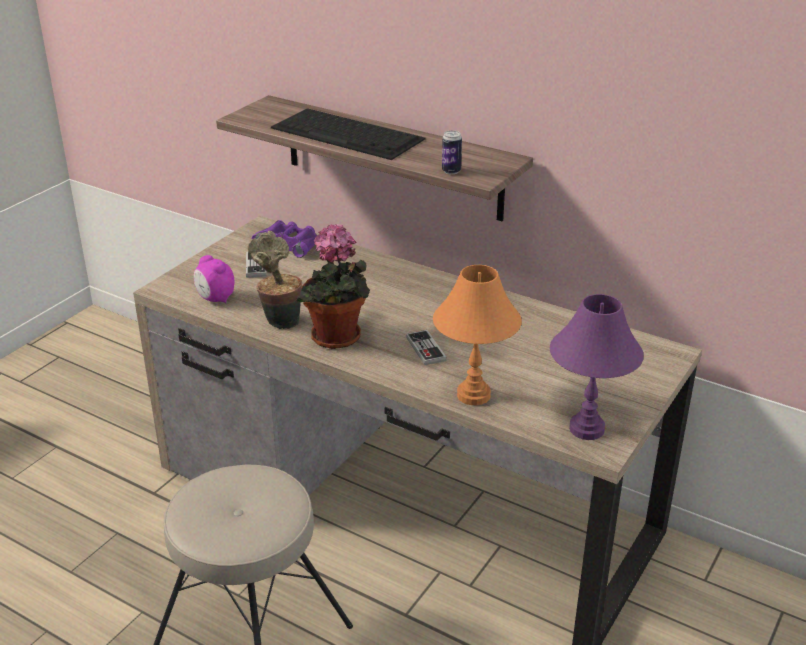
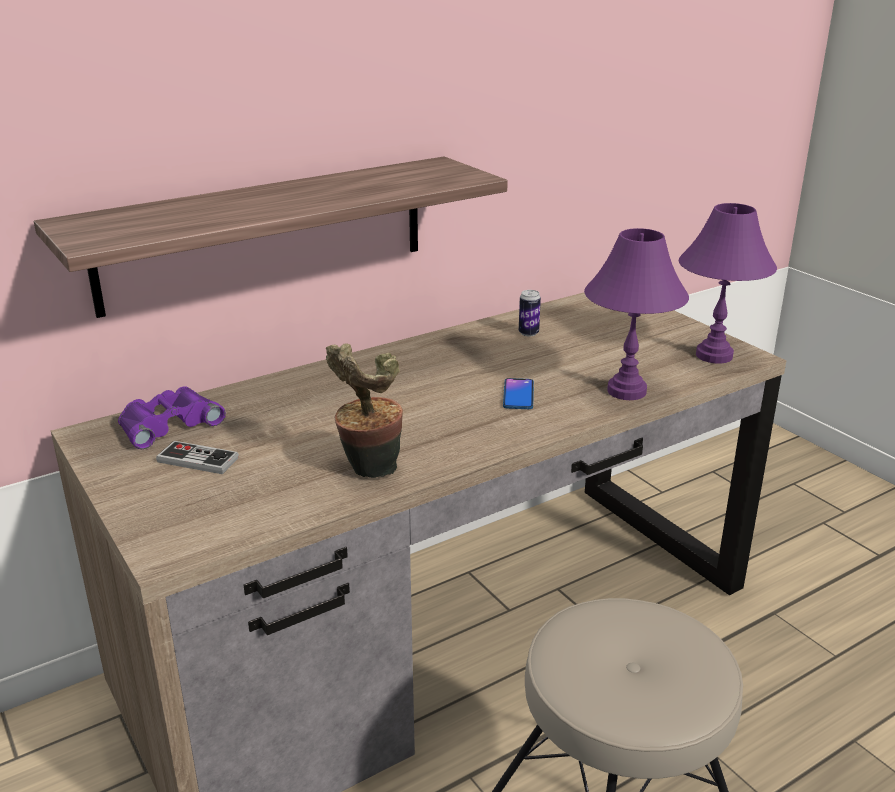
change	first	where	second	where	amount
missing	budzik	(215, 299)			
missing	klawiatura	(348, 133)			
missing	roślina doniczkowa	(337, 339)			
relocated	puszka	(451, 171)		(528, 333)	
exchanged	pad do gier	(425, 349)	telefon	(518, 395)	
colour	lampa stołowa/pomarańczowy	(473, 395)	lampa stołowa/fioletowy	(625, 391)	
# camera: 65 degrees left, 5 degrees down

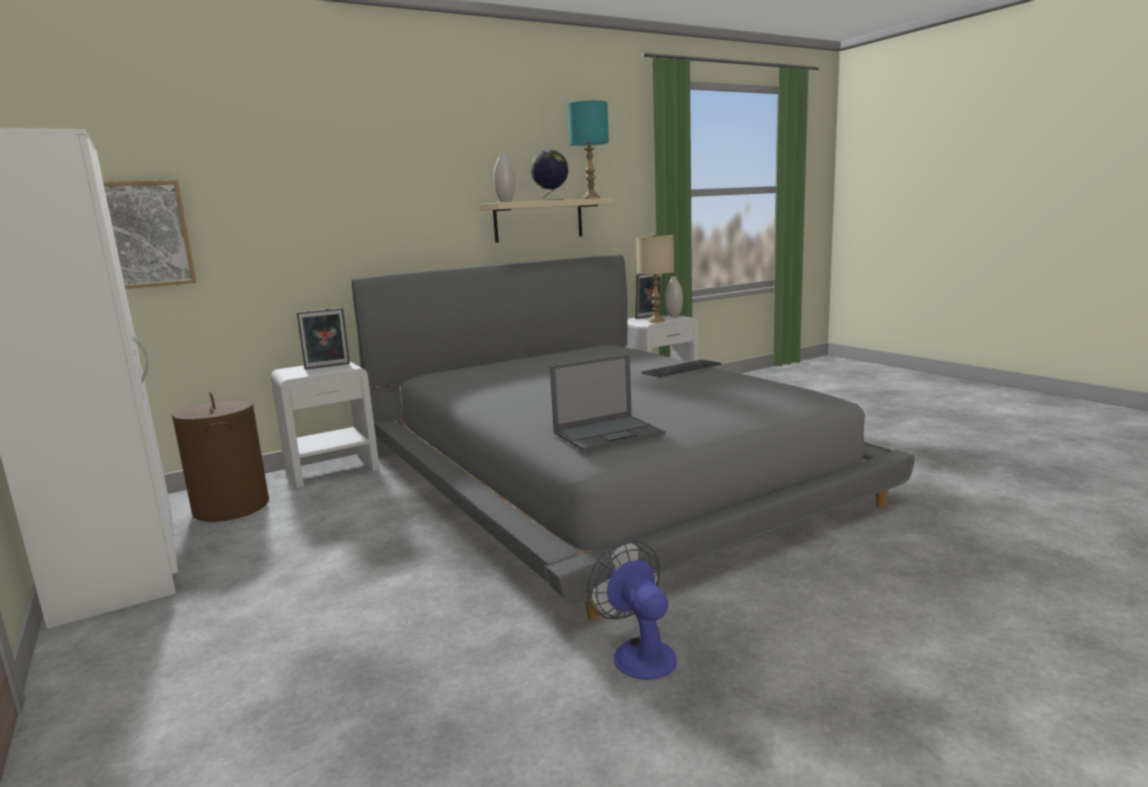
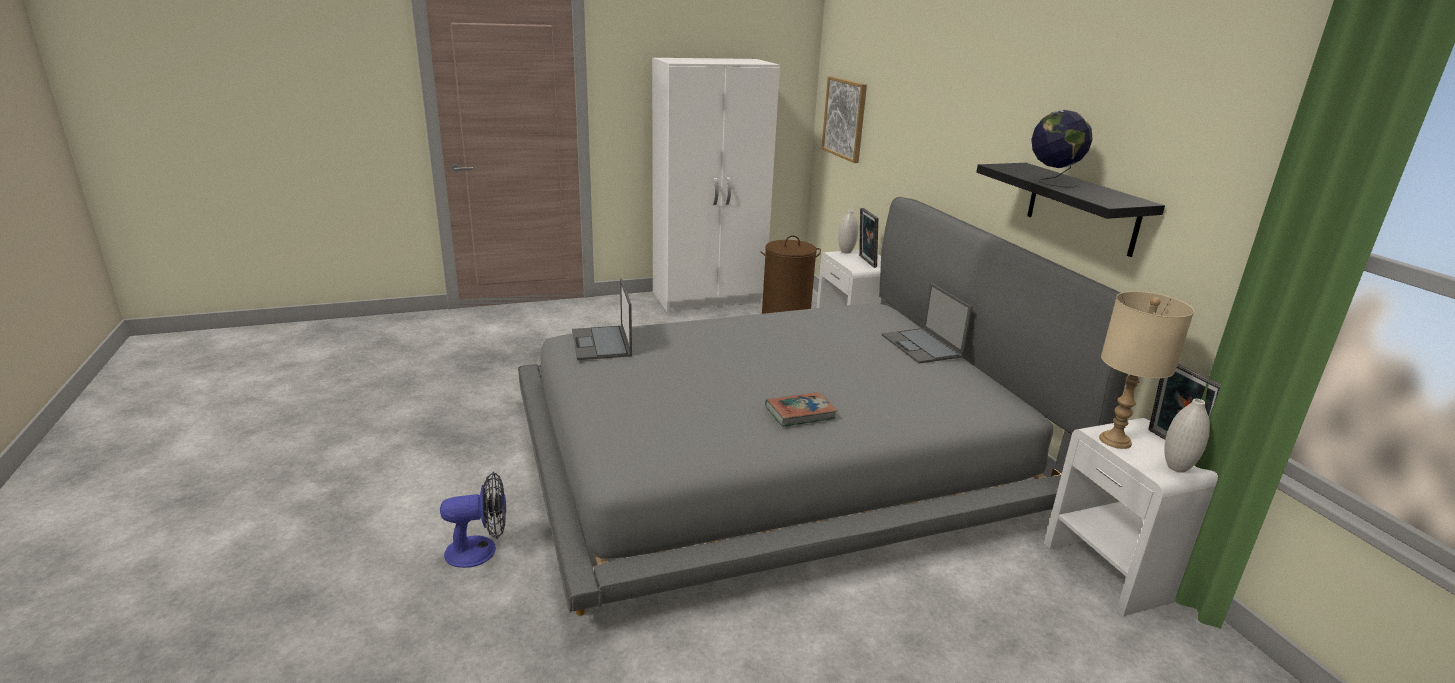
change	first	where	second	where	amount
missing	lampa stołowa/turkusowy	(591, 198)			
appeared			laptop	(922, 346)	
relocated	wazon/biały	(505, 202)		(846, 252)	
relocated	wentylator	(638, 652)		(480, 550)	
exchanged	klawiatura	(681, 369)	książka	(800, 413)	
colour	półka/beżowy	(538, 220)	półka/czarny	(1082, 208)	
# camera: 100 degrees right, 10 degrees up

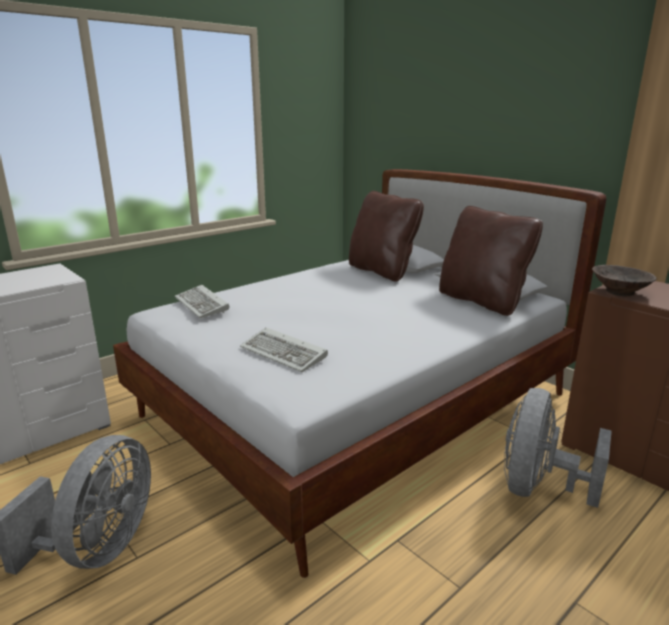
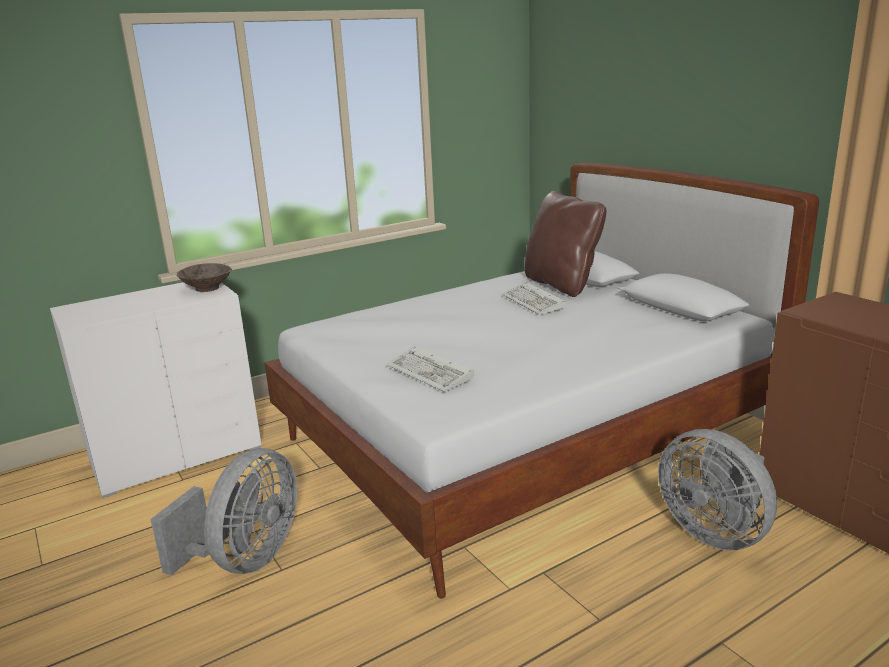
change	first	where	second	where	amount
missing	poduszka/brązowy	(482, 301)			
relocated	klawiatura	(203, 305)		(535, 303)	
relocated	miska/brązowy	(619, 292)		(206, 288)	
spun	wentylator/szary	(538, 487)		(714, 531)	75 degrees counterclockwise
# camera: 10 degrees right, 0 degrees up

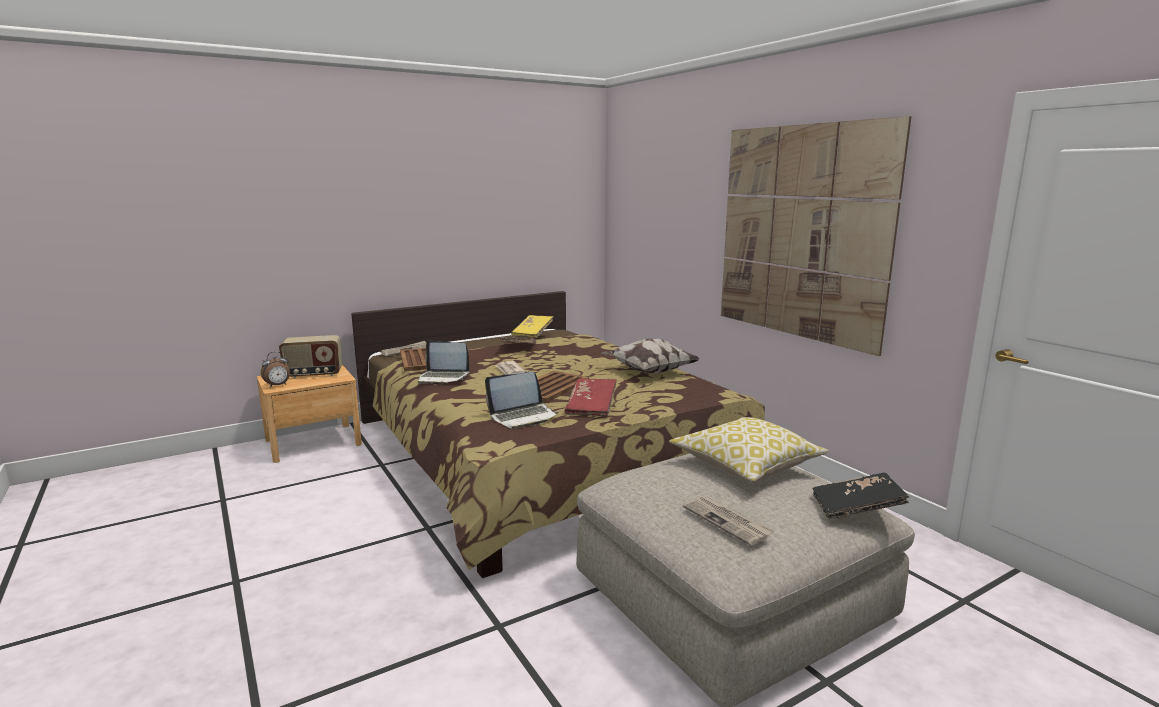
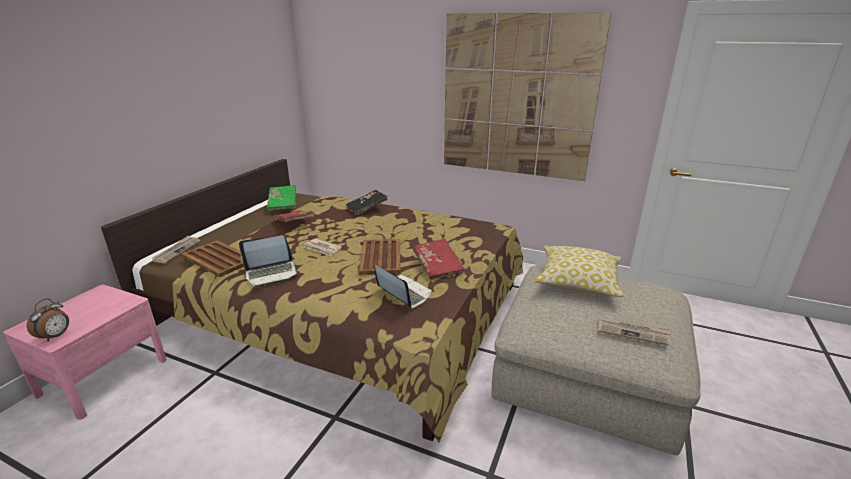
change	first	where	second	where	amount
missing	radio	(314, 374)			
missing	poduszka	(648, 372)			
relocated	książka/czarny	(856, 508)		(367, 208)	
colour	szafka nocna/brązowy	(313, 442)	szafka nocna/różowy	(104, 377)	
colour	książka/żółty	(533, 333)	książka/zielony	(283, 204)	
spun	laptop	(523, 417)		(403, 293)	75 degrees counterclockwise
# camera: 35 degrees left, 10 degrees up

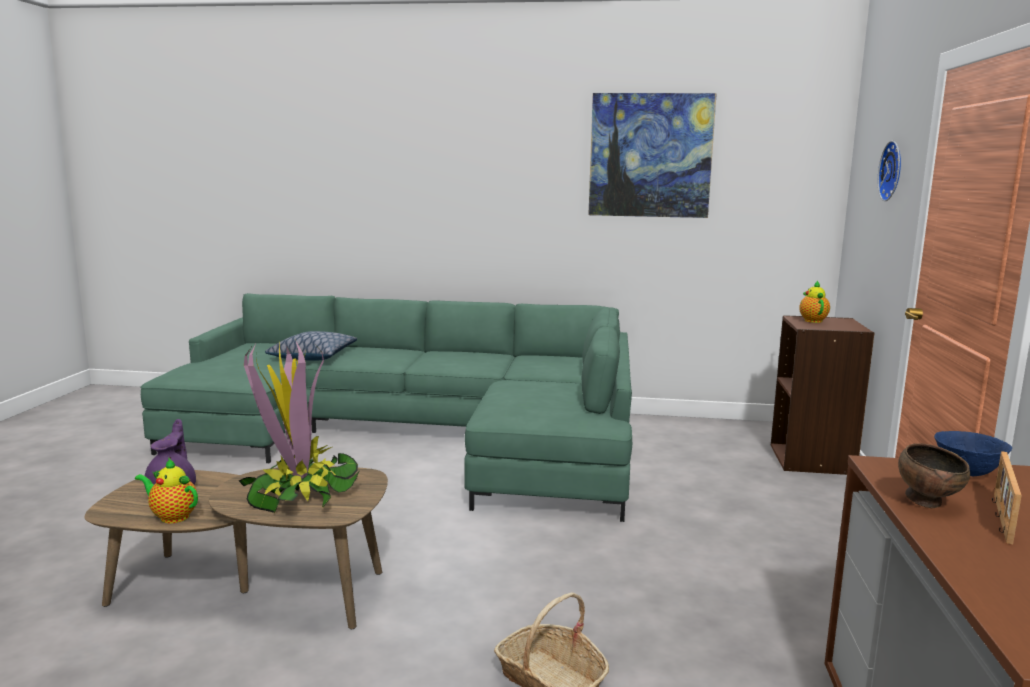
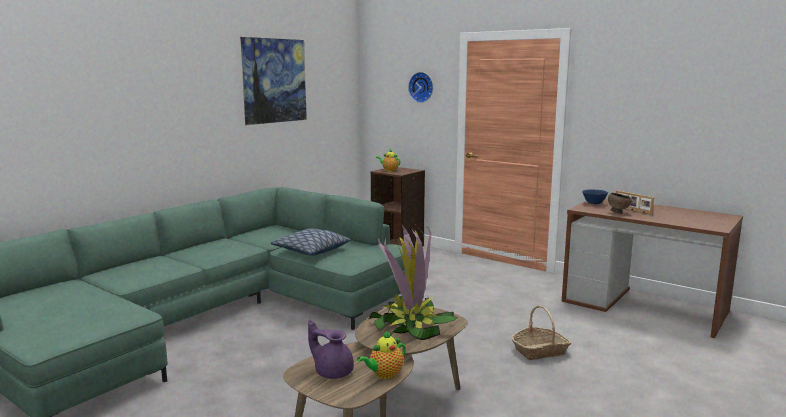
change	first	where	second	where	amount
relocated	poduszka	(312, 356)		(311, 250)	
# camera: 60 degrees left, 0 degrees up

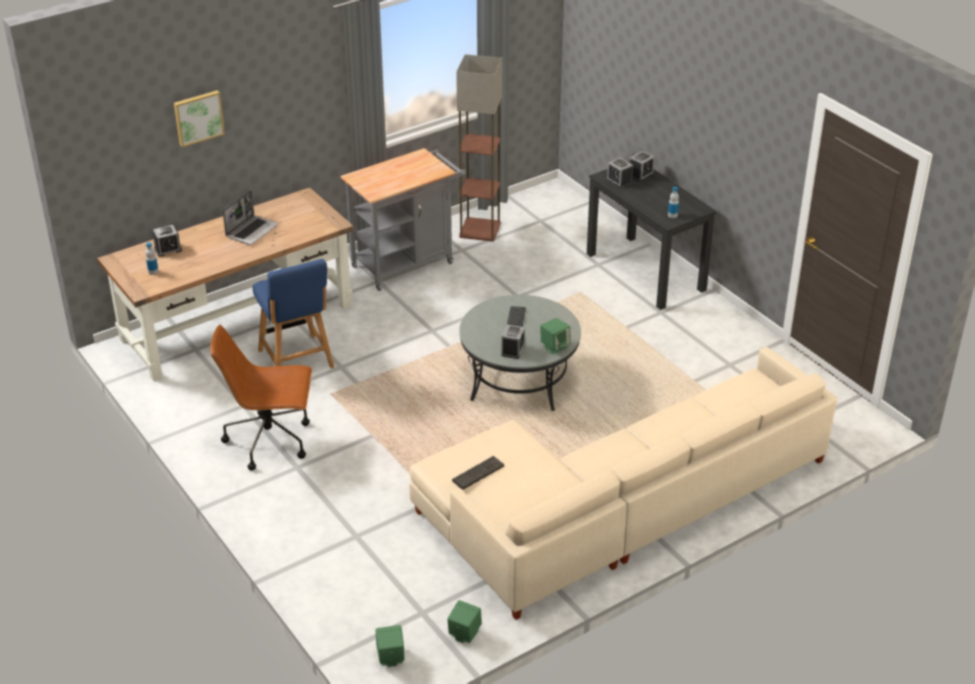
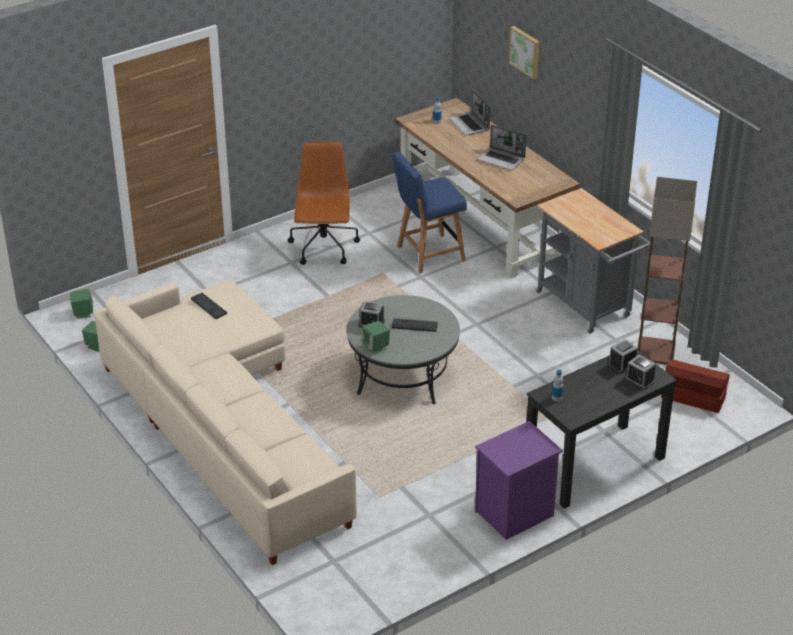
change	first	where	second	where	amount
appeared			szafka nocna/fioletowy	(514, 514)	
appeared			pojemnik do przechowywania/brązowy	(692, 396)	
exchanged	budzik	(168, 249)	laptop	(469, 125)	
# camera: 90 degrees right, 0 degrees up

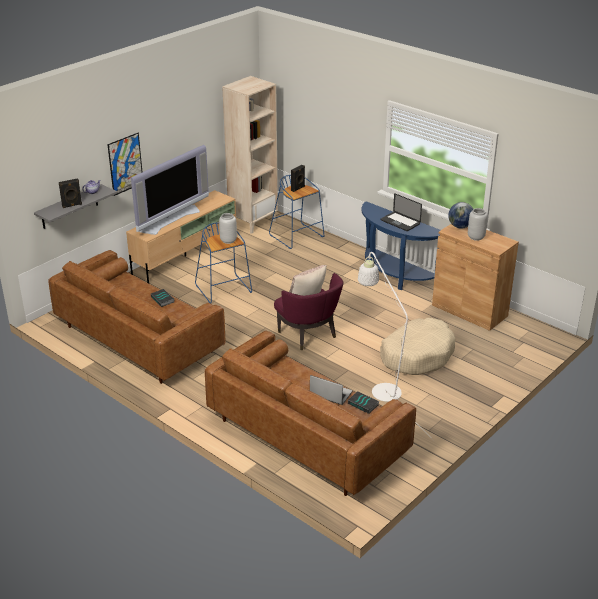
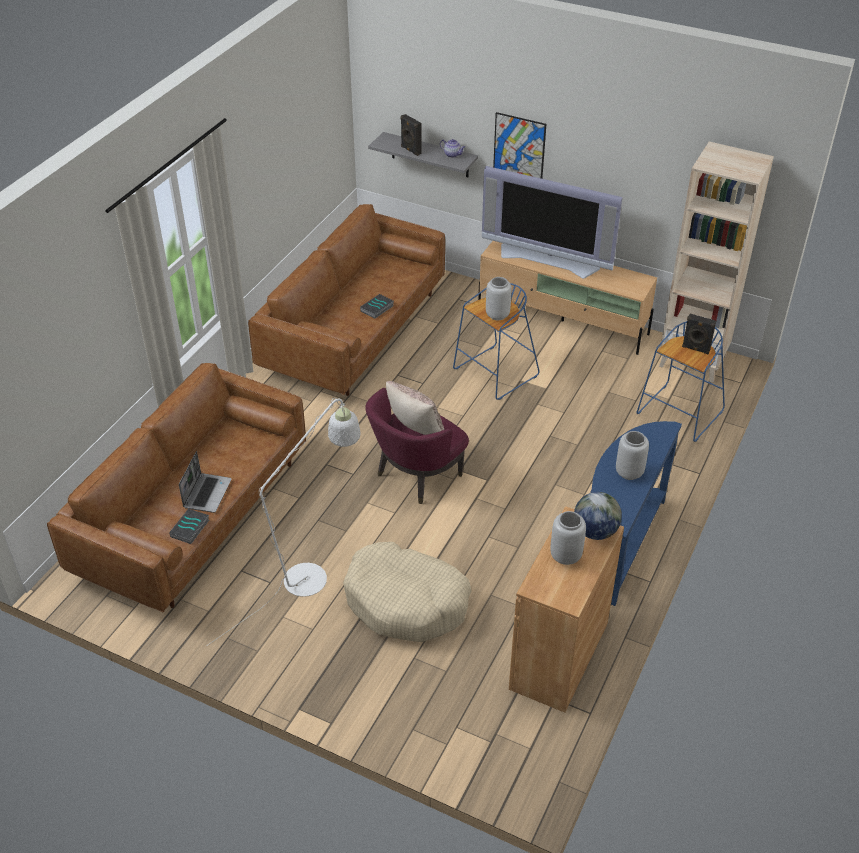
change	first	where	second	where	amount
exchanged	laptop	(400, 222)	wazon/szary	(629, 473)	
# camera: 75 degrees right, 10 degrees up

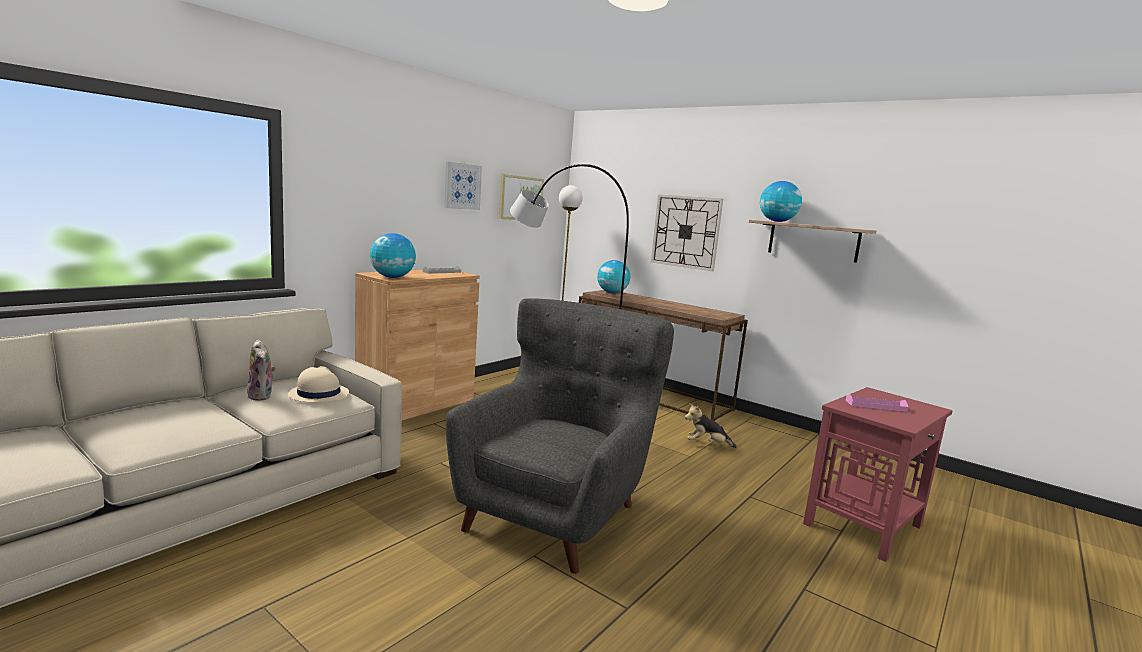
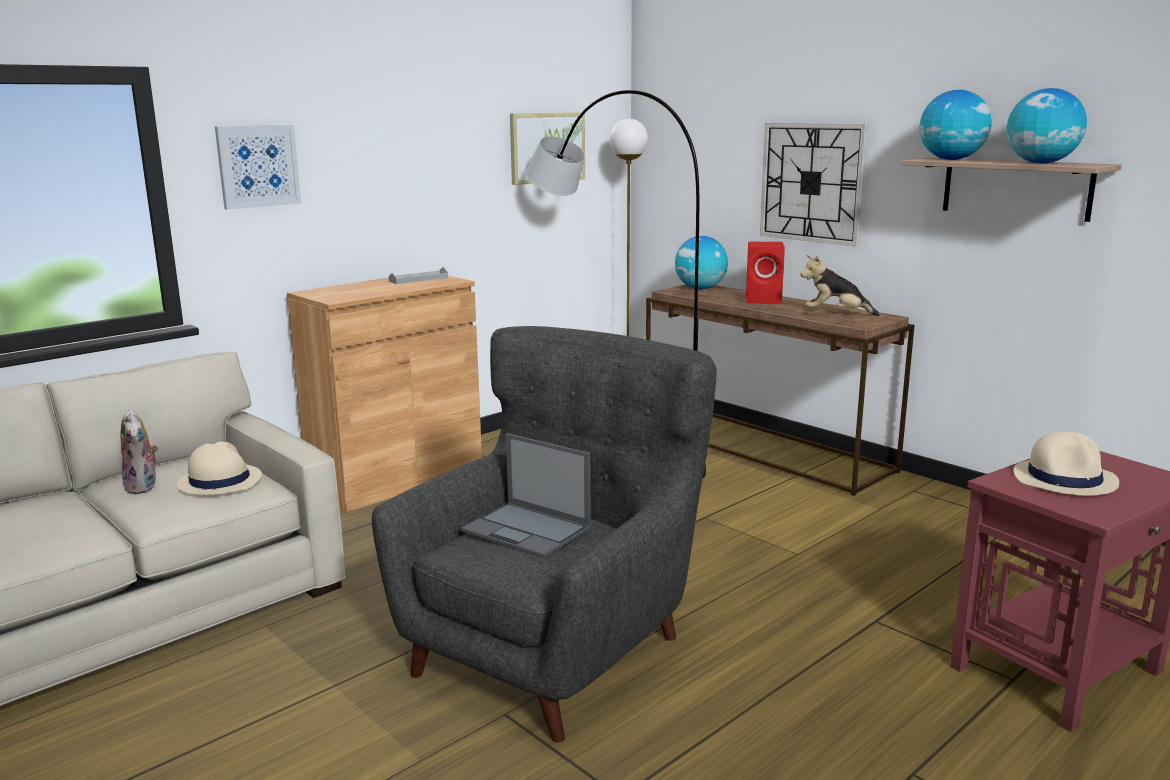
change	first	where	second	where	amount
appeared			laptop	(527, 530)	
appeared			głośnik/czerwony	(765, 300)	
relocated	globus	(392, 277)		(1041, 163)	
relocated	obraz	(462, 186)		(258, 166)	
relocated	pluszak	(707, 444)		(836, 314)	
exchanged	taca/różowy	(875, 406)	kapelusz/beżowy	(1065, 479)	
# camera: 10 degrees right, 5 degrees up

